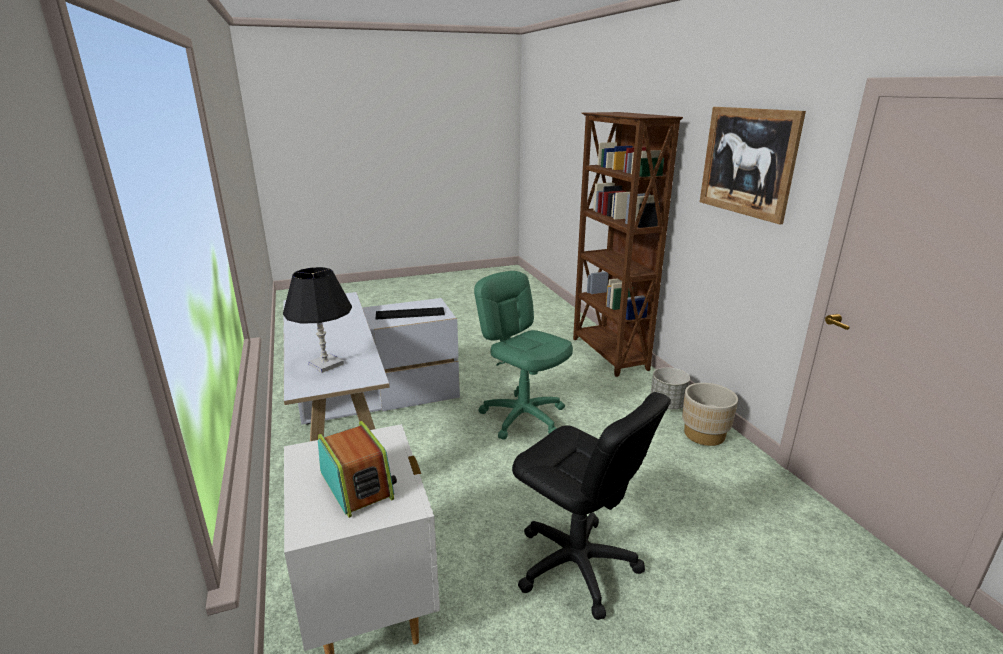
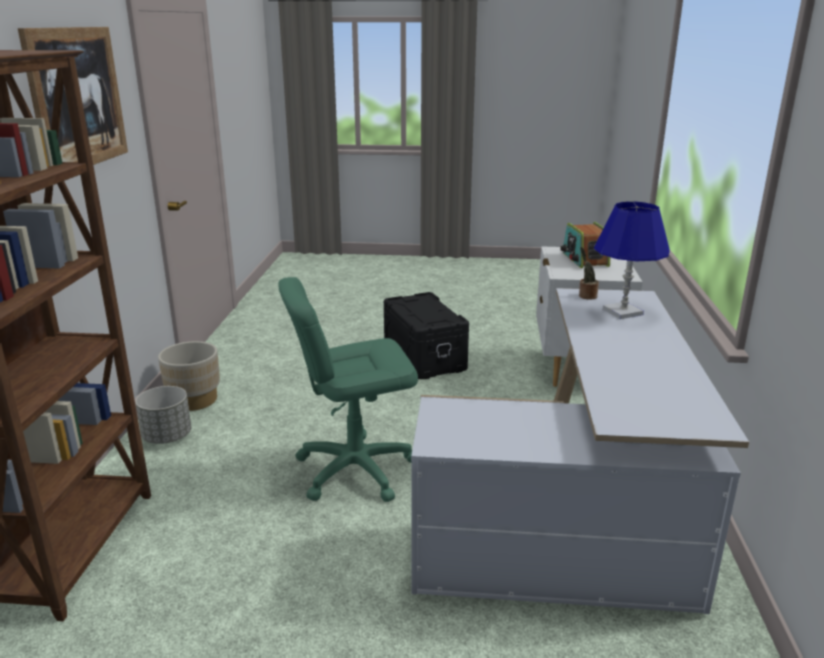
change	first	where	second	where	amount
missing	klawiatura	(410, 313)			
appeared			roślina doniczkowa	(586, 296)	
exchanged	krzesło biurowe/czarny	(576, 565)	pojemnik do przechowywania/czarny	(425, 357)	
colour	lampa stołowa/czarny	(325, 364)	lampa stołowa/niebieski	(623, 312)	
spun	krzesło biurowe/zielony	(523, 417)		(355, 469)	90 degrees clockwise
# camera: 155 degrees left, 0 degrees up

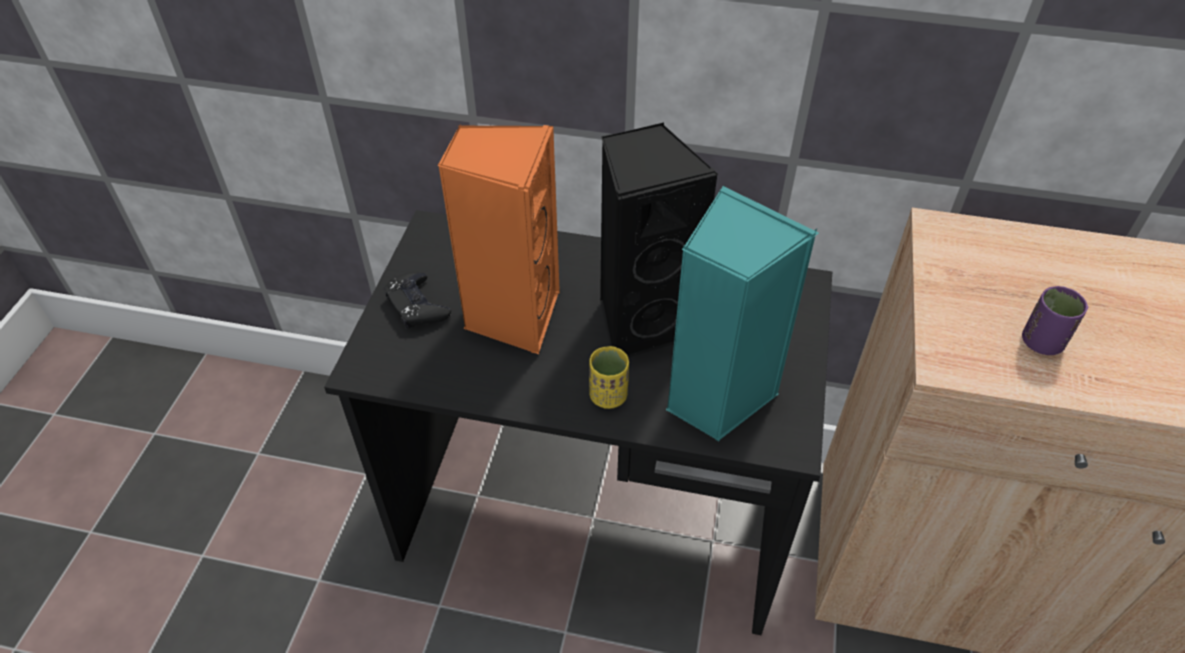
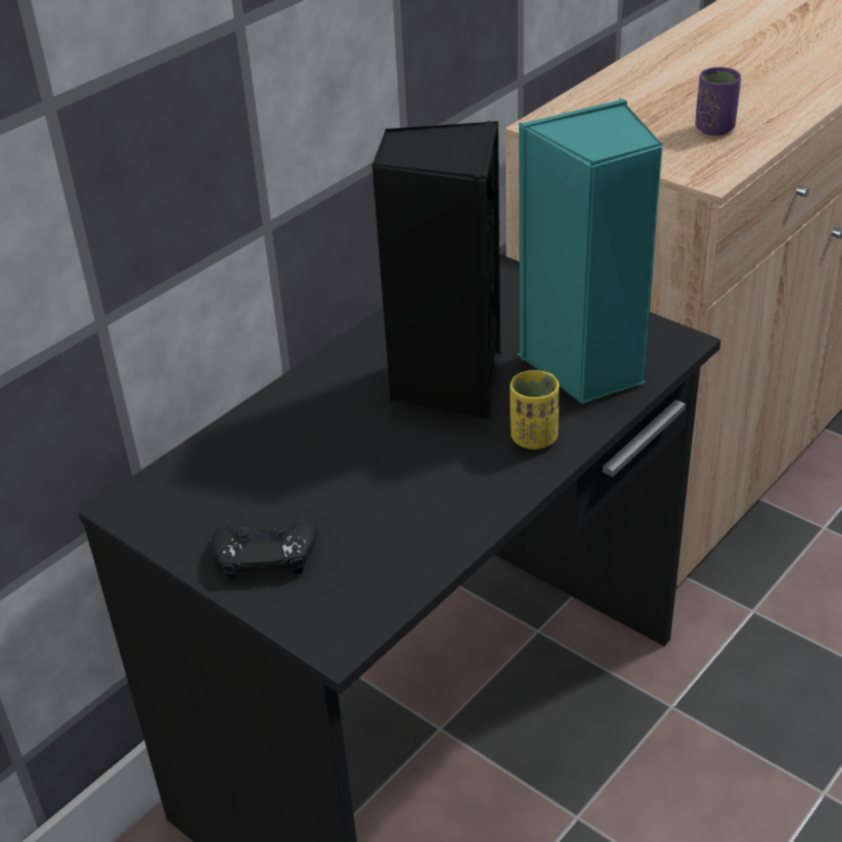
change	first	where	second	where	amount
missing	głośnik/pomarańczowy	(512, 315)			
# camera: 60 degrees left, 10 degrees down

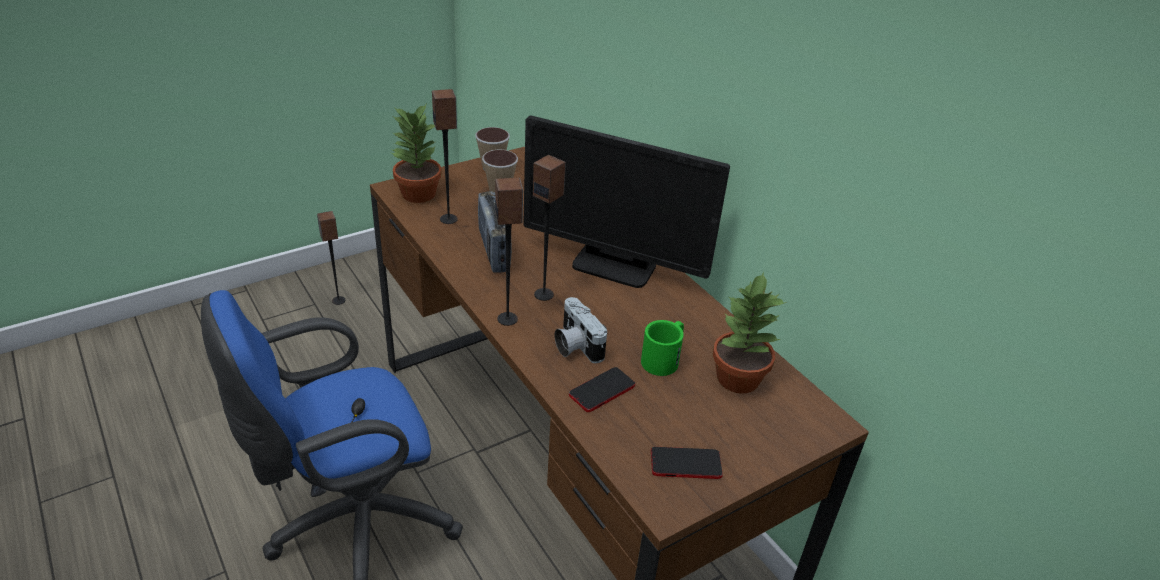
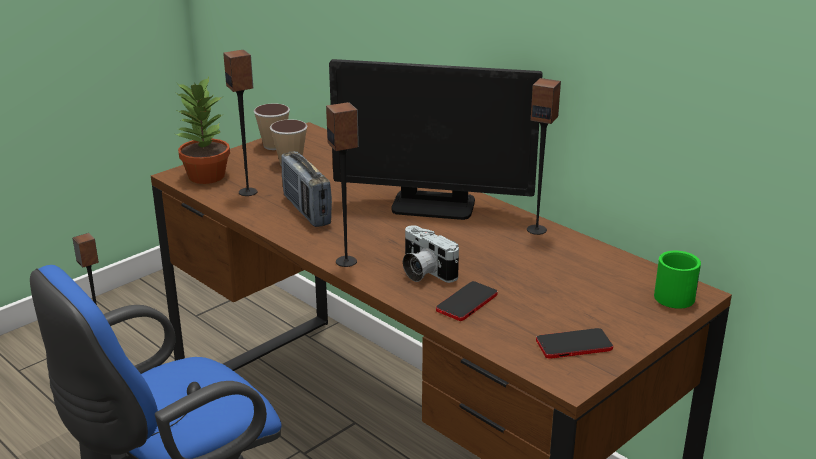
change	first	where	second	where	amount
missing	roślina doniczkowa	(737, 379)			
relocated	głośnik	(544, 294)		(537, 229)	
relocated	kubek/zielony	(664, 358)		(676, 293)	
# camera: 10 degrees left, 10 degrees down

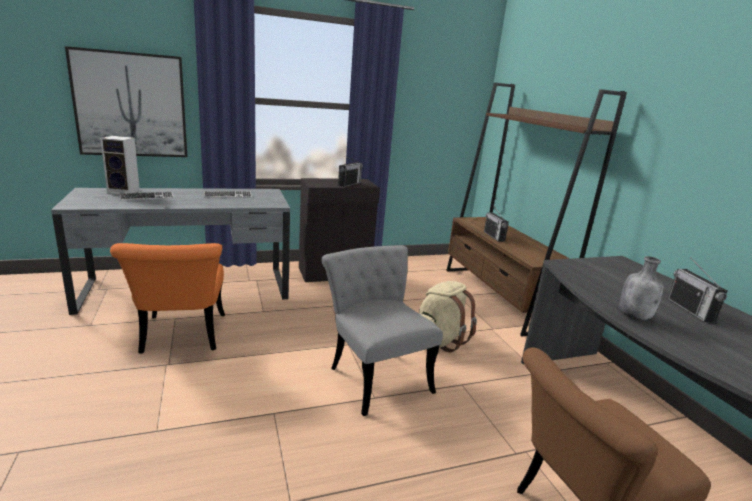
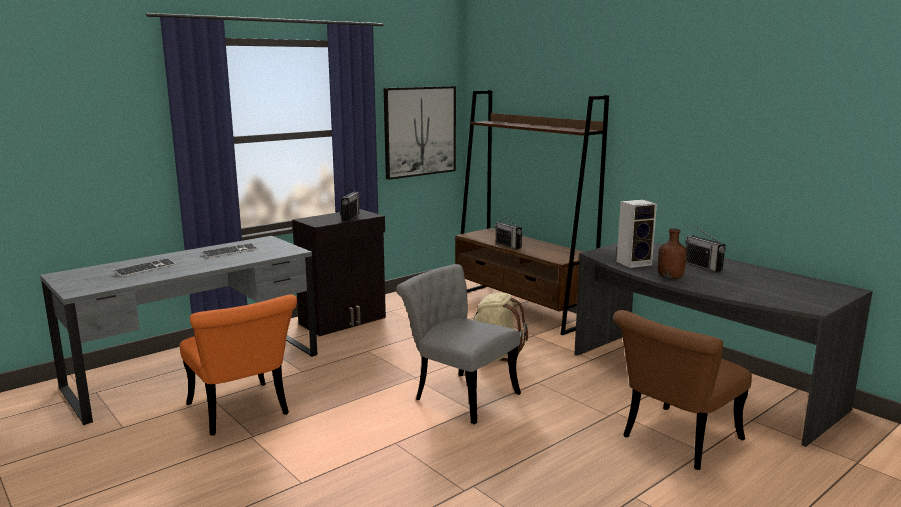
change	first	where	second	where	amount
relocated	obraz	(131, 105)		(420, 131)	
relocated	głośnik	(125, 192)		(634, 263)	
colour	butelka/szary	(634, 316)	butelka/brązowy	(670, 278)	
# camera: 20 degrees left, 5 degrees down

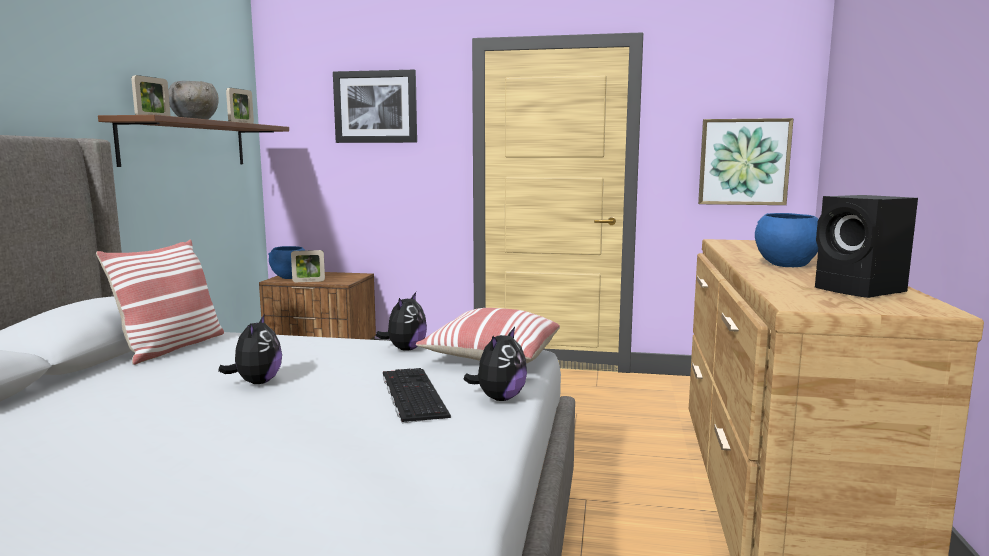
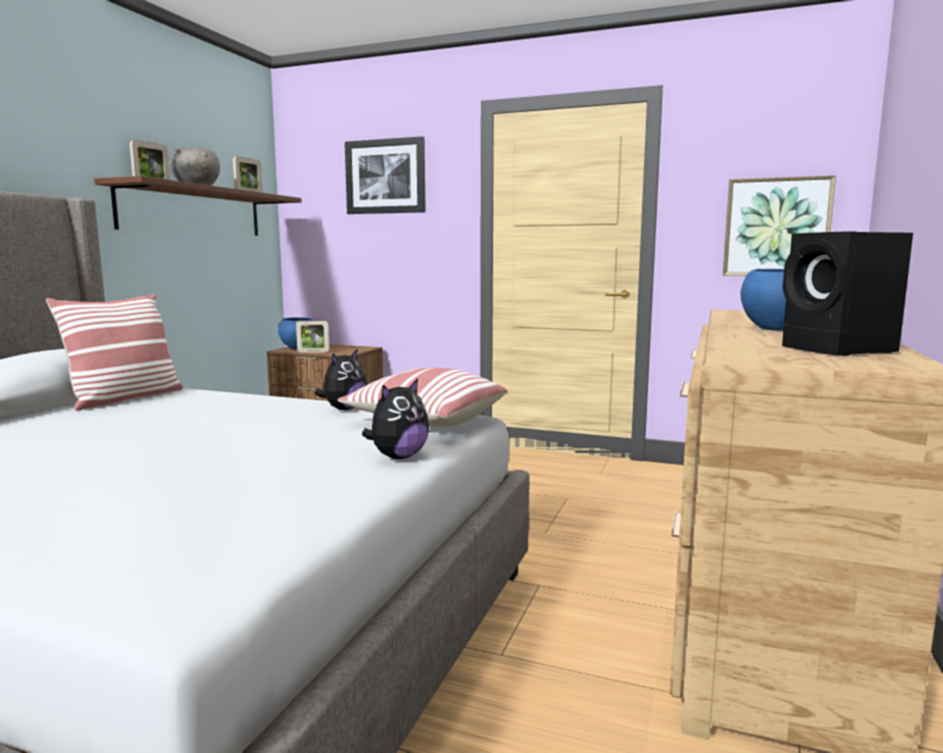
change	first	where	second	where	amount
missing	pluszak	(256, 382)			
missing	klawiatura	(411, 394)			
# camera: 10 degrees right, 0 degrees up

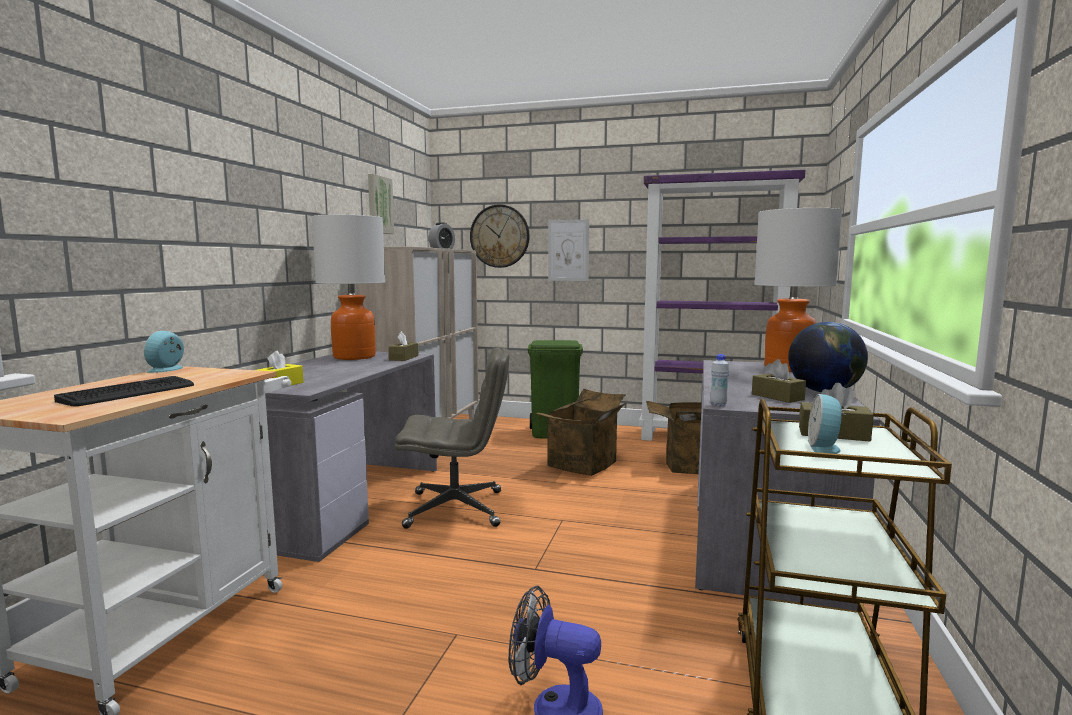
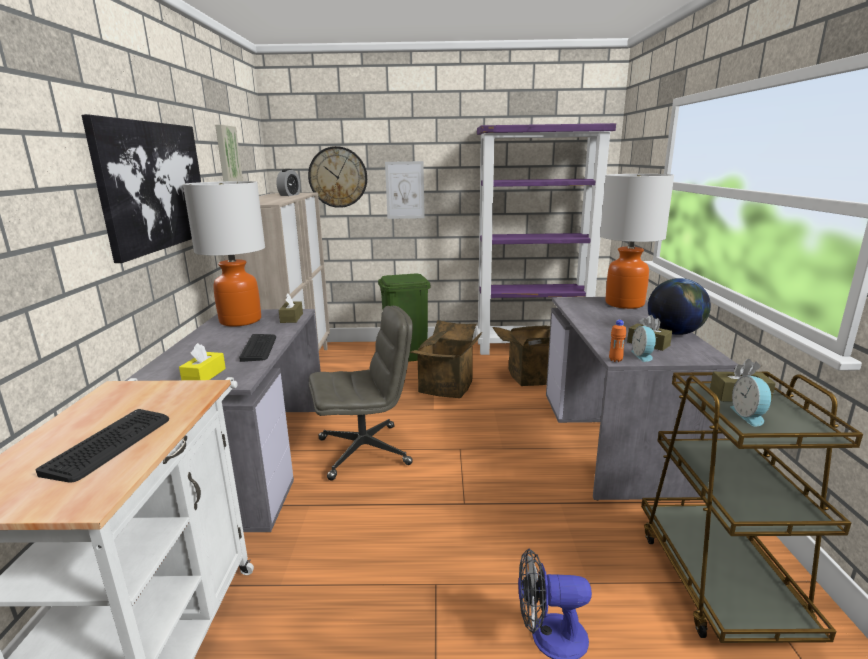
change	first	where	second	where	amount
appeared			obraz	(154, 186)	
appeared			klawiatura	(259, 348)	
relocated	budzik	(168, 369)		(643, 355)	
colour	butelka/biały	(718, 405)	butelka/pomarańczowy	(615, 360)	
# camera: 15 degrees left, 10 degrees up

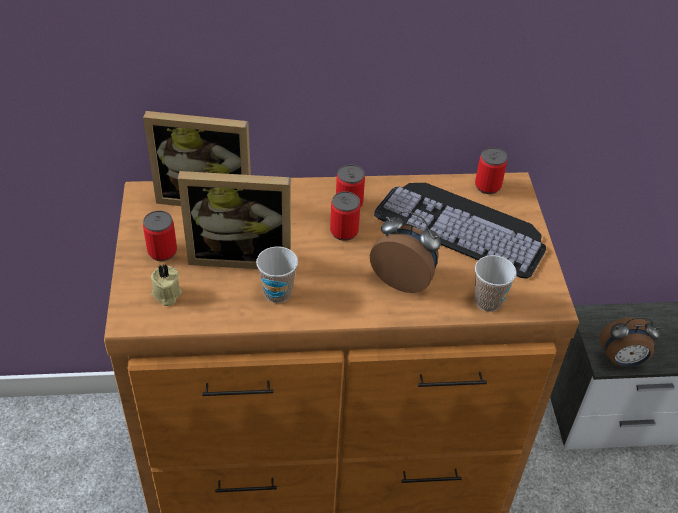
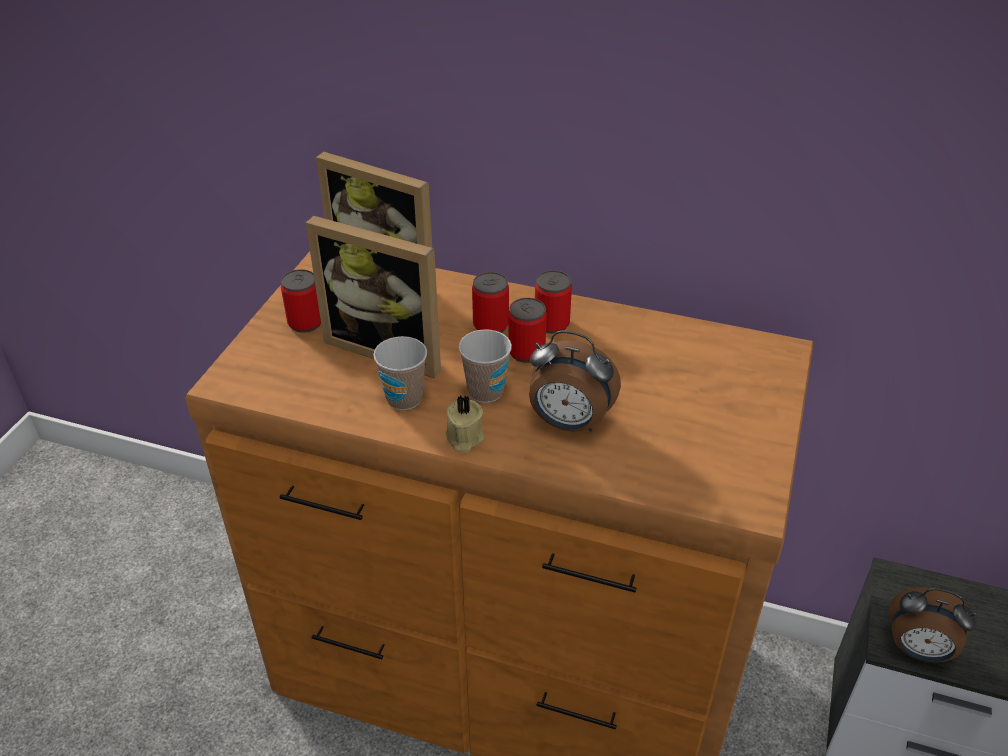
change	first	where	second	where	amount
missing	klawiatura	(464, 225)			
relocated	świeca/beżowy	(166, 294)		(463, 438)	
relocated	filiżanka	(488, 301)		(485, 391)	
relocated	puszka	(487, 186)		(490, 325)	
spun	budzik	(404, 279)		(568, 423)	150 degrees clockwise
# camera: 25 degrees right, 5 degrees down

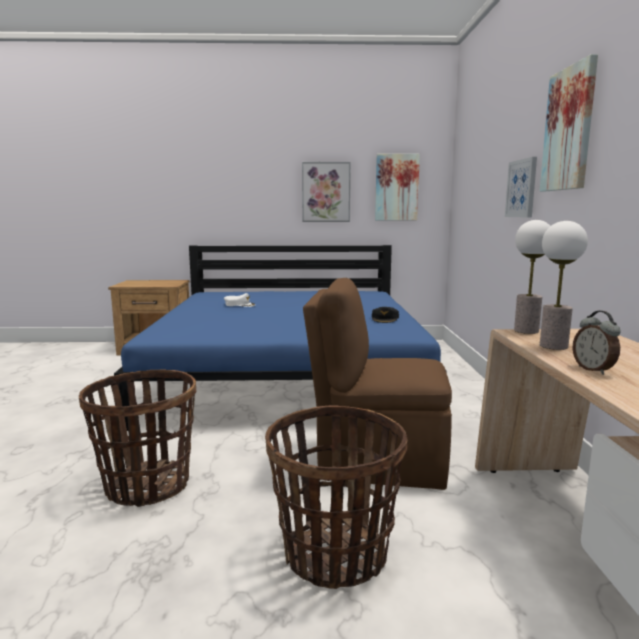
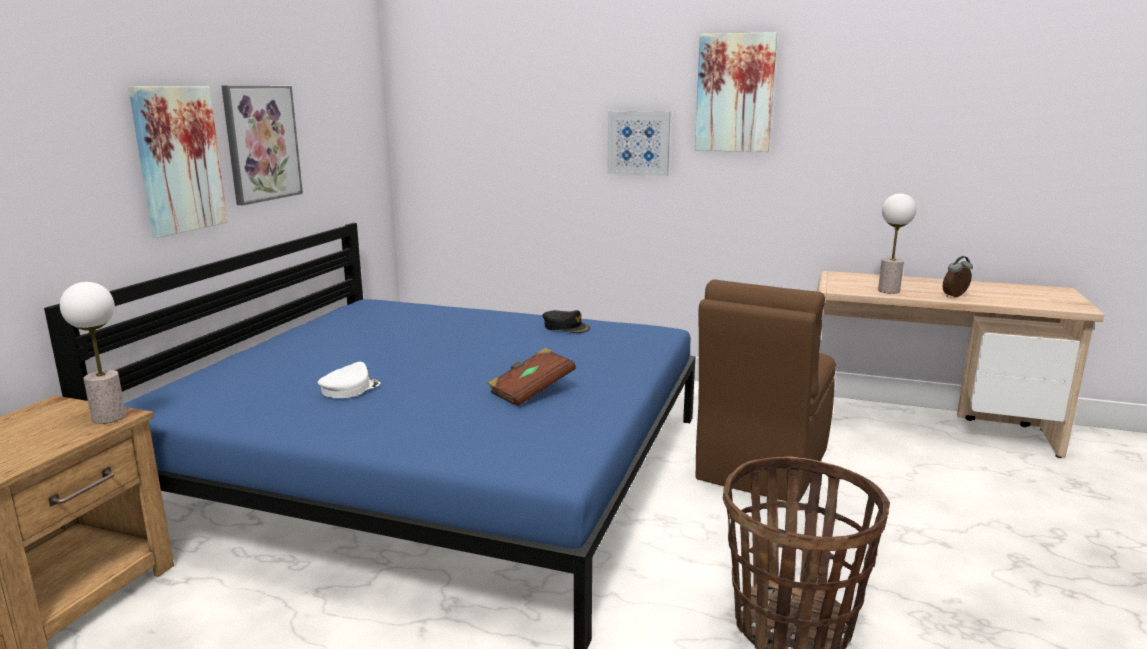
change	first	where	second	where	amount
missing	koszyk	(335, 555)			
appeared			książka/brązowy	(531, 391)	
relocated	obraz	(396, 187)		(178, 159)	
relocated	lampa stołowa	(526, 331)		(109, 417)	
spun	budzik	(594, 370)		(955, 296)	150 degrees clockwise
# camera: 70 degrees left, 5 degrees up

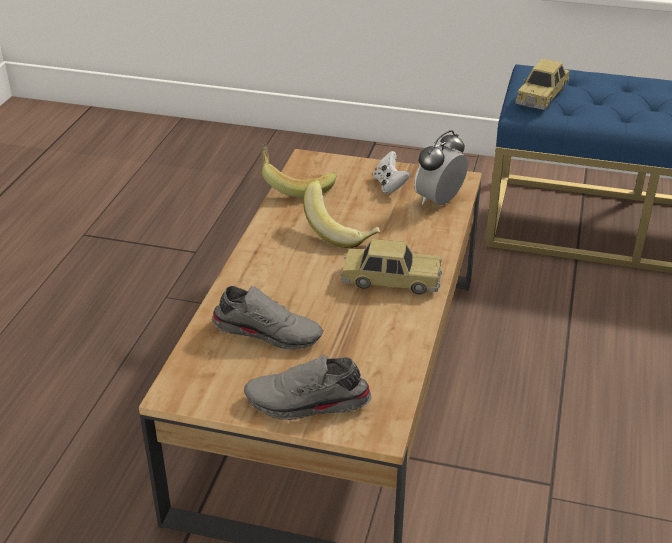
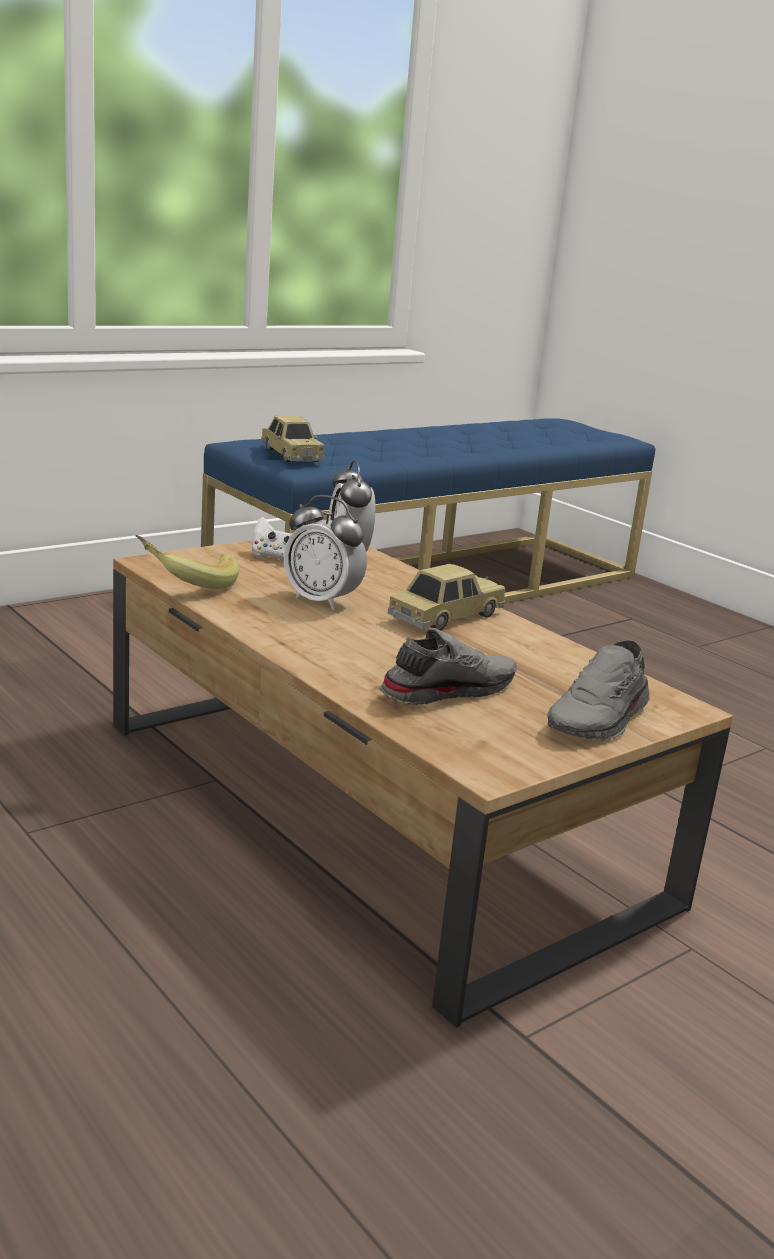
change	first	where	second	where	amount
exchanged	banan	(341, 232)	budzik	(322, 601)	
# camera: 55 degrees left, 15 degrees down

